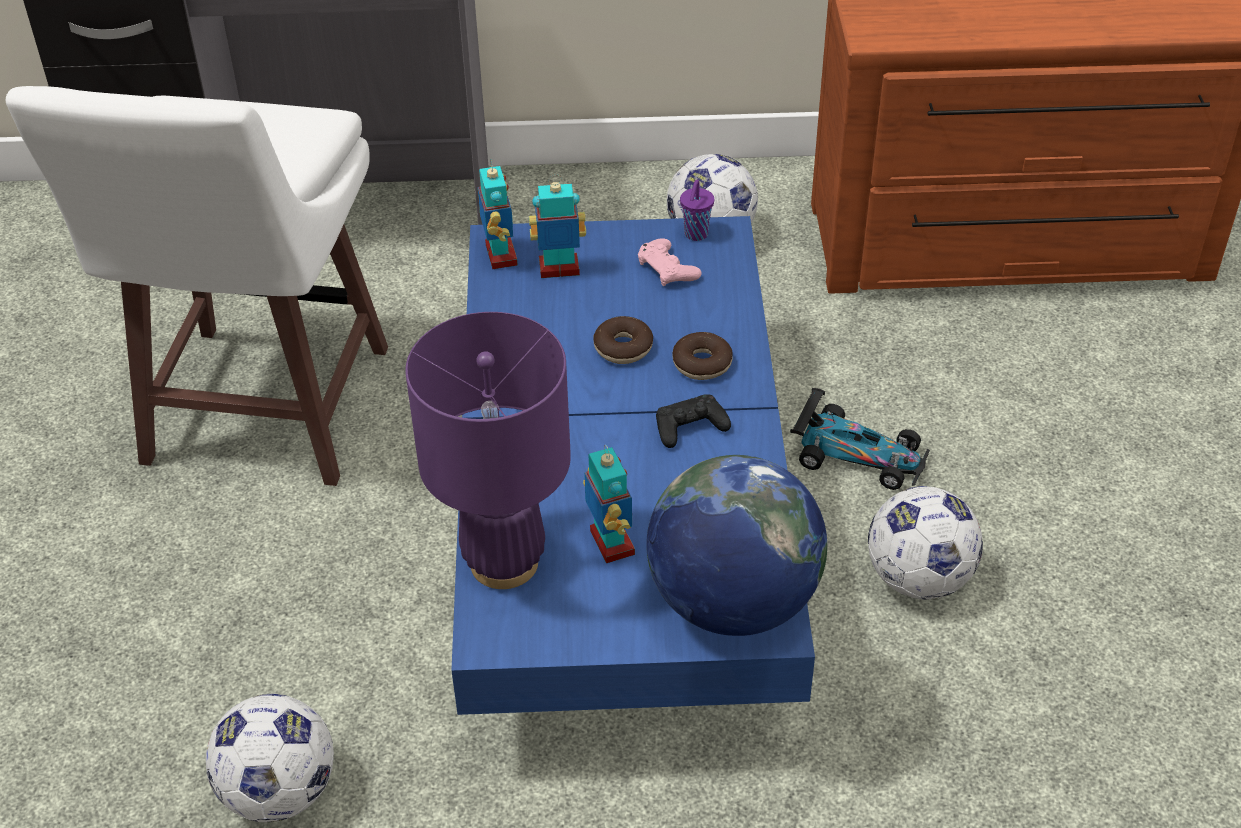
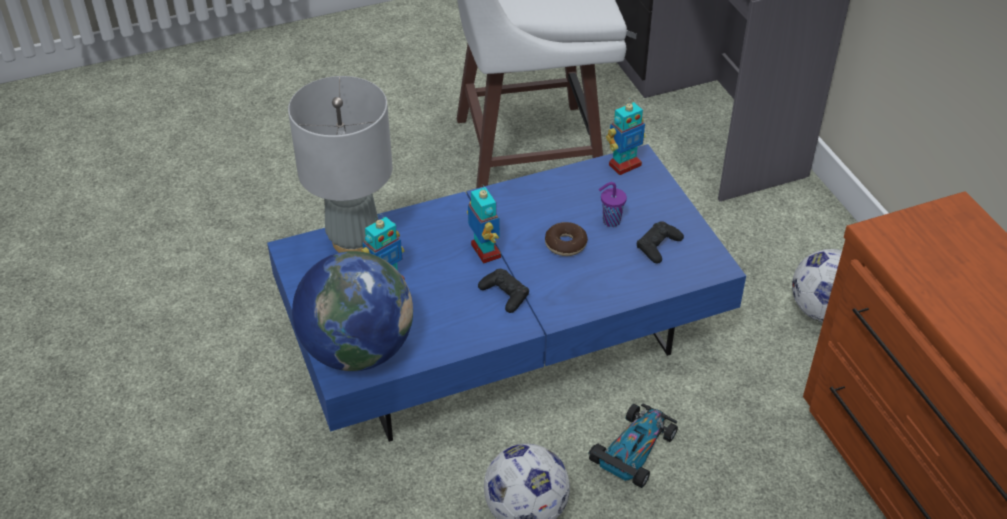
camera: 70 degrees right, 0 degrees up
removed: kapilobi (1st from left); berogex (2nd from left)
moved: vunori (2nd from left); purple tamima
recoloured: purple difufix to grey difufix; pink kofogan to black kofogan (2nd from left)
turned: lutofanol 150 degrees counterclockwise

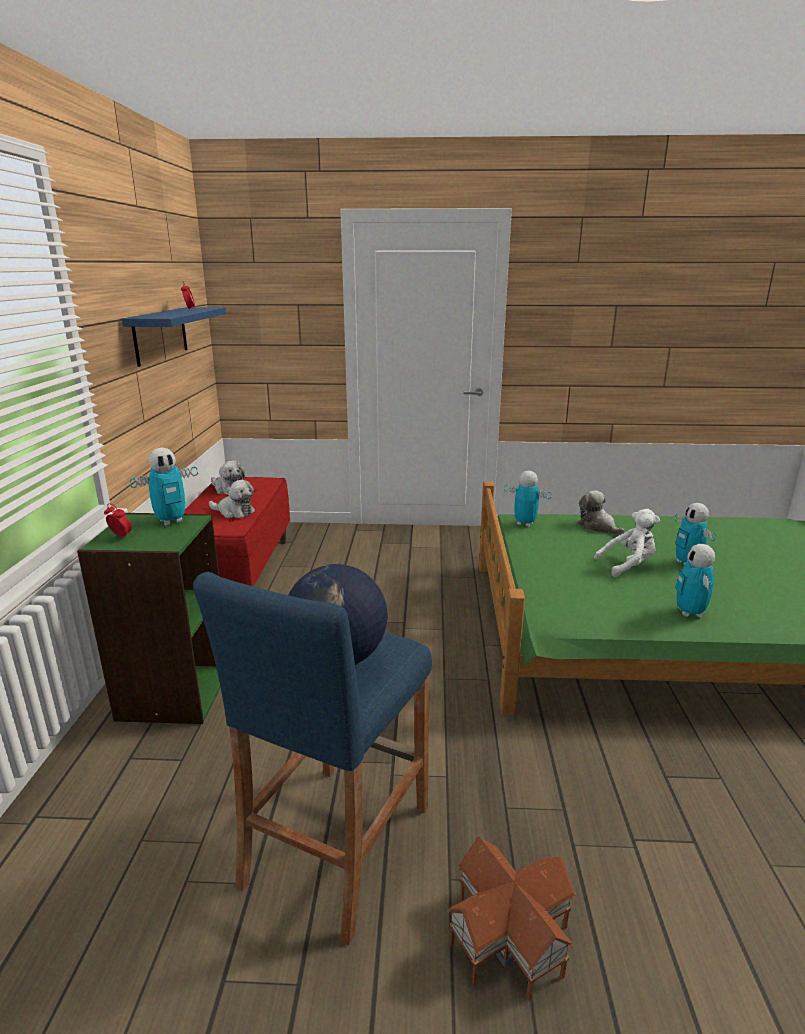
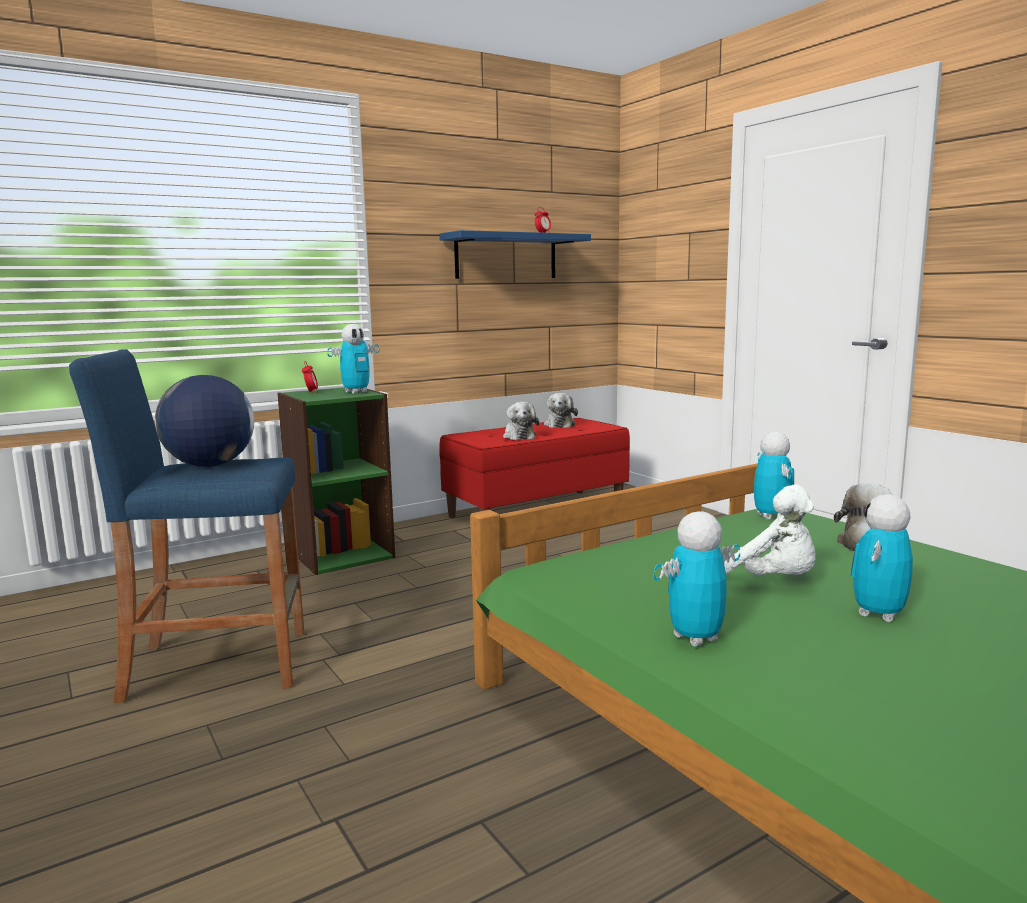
camera: 55 degrees right, 10 degrees down
removed: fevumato
turned: vunori (1st from left) 60 degrees counterclockwise

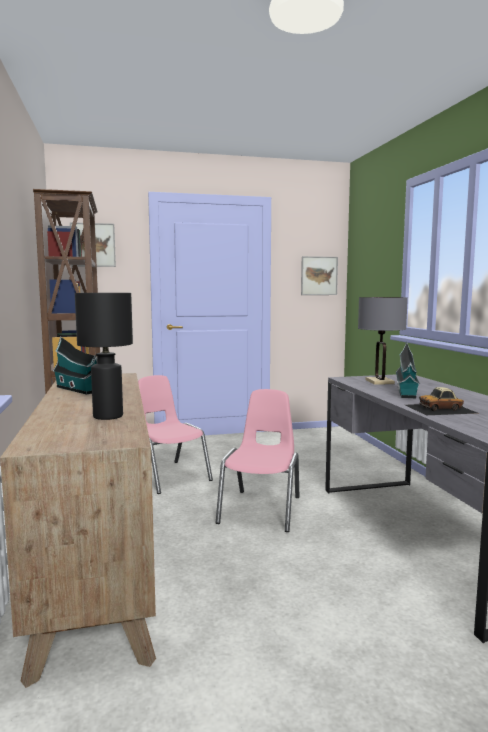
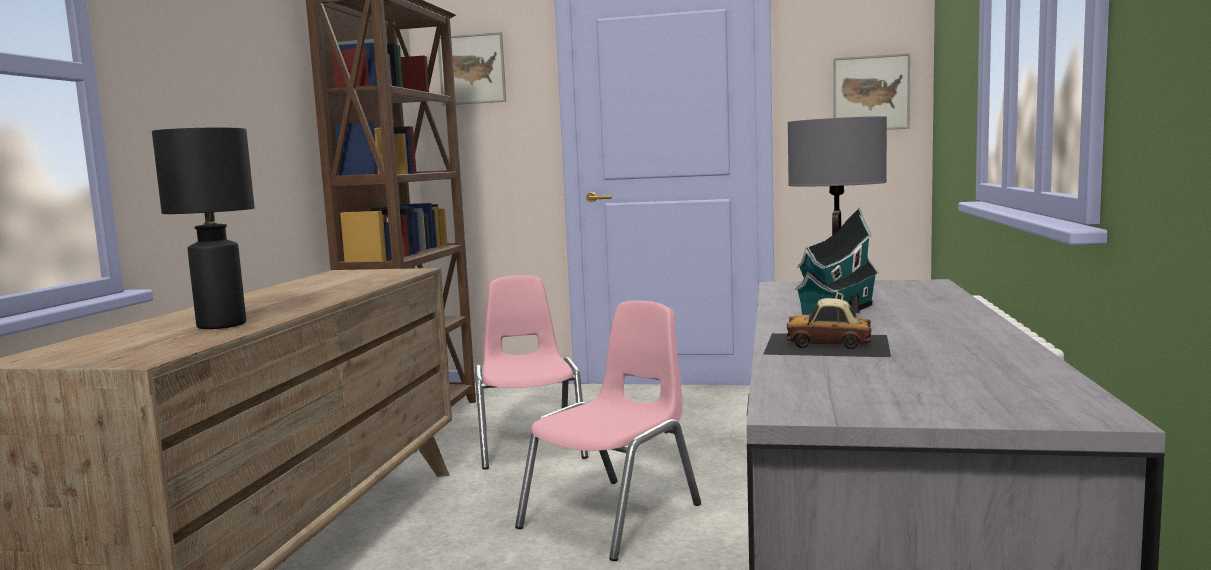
camera: 25 degrees right, 0 degrees up
removed: fevumato (1st from left)

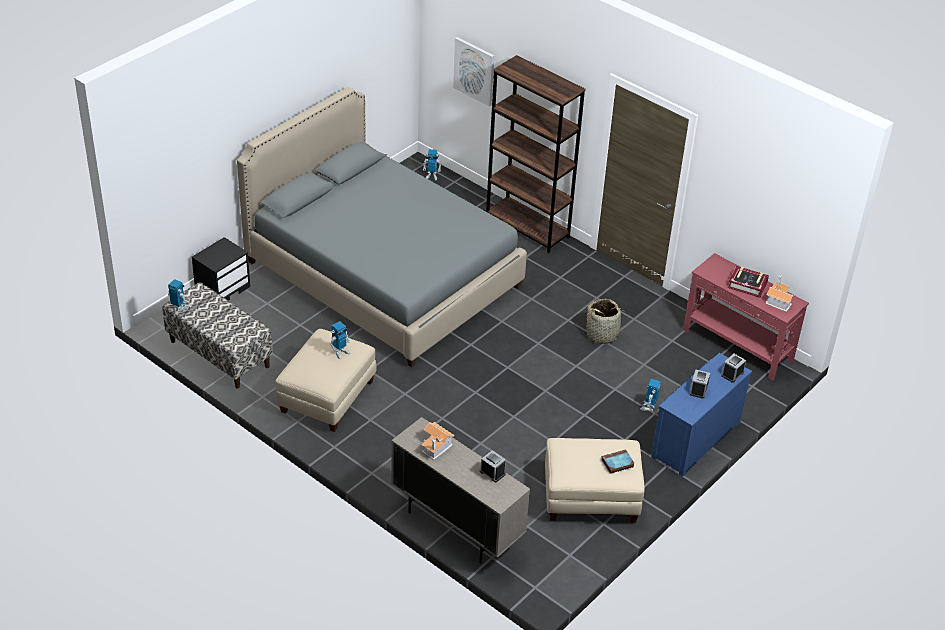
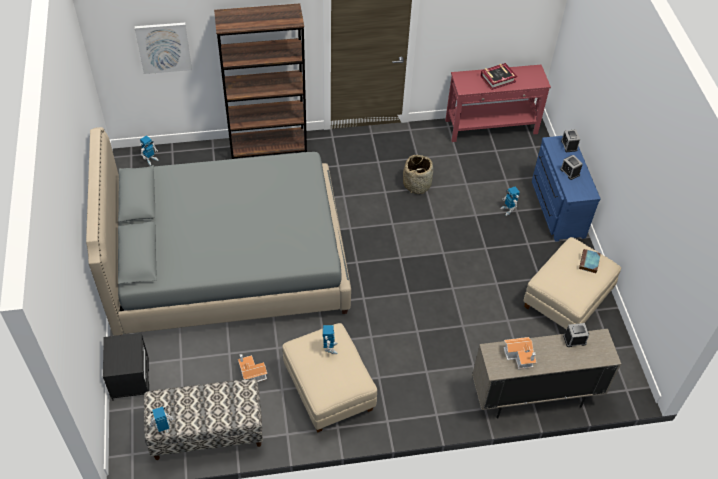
camera: 50 degrees left, 10 degrees up
moved: fevumato (2nd from left in the first image) to fevumato (1st from left)

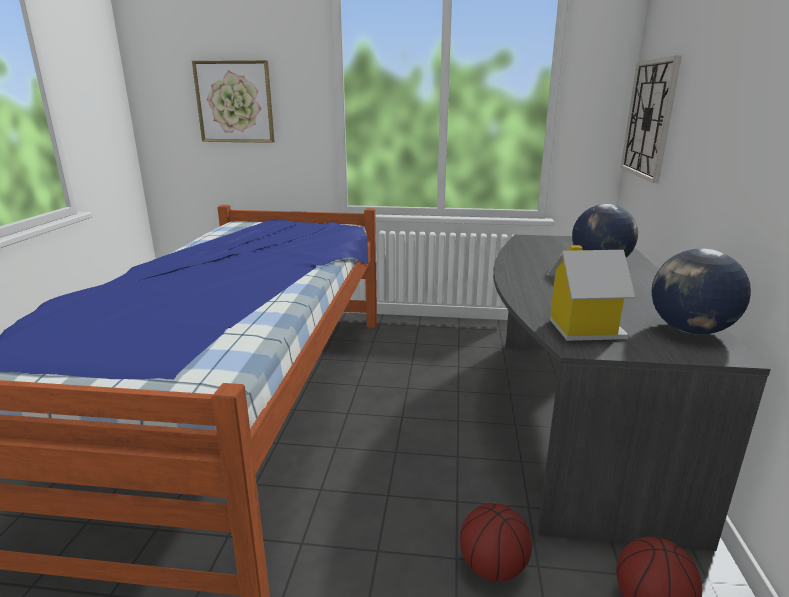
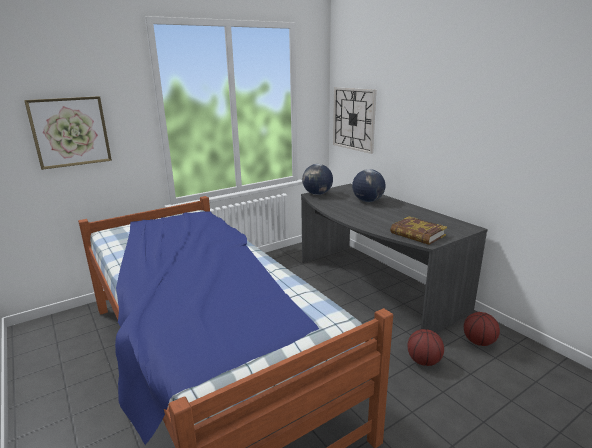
camera: 40 degrees left, 0 degrees up
moved: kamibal (2nd from left in the first image) to kamibal (1st from left)
replaced: fevumato to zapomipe

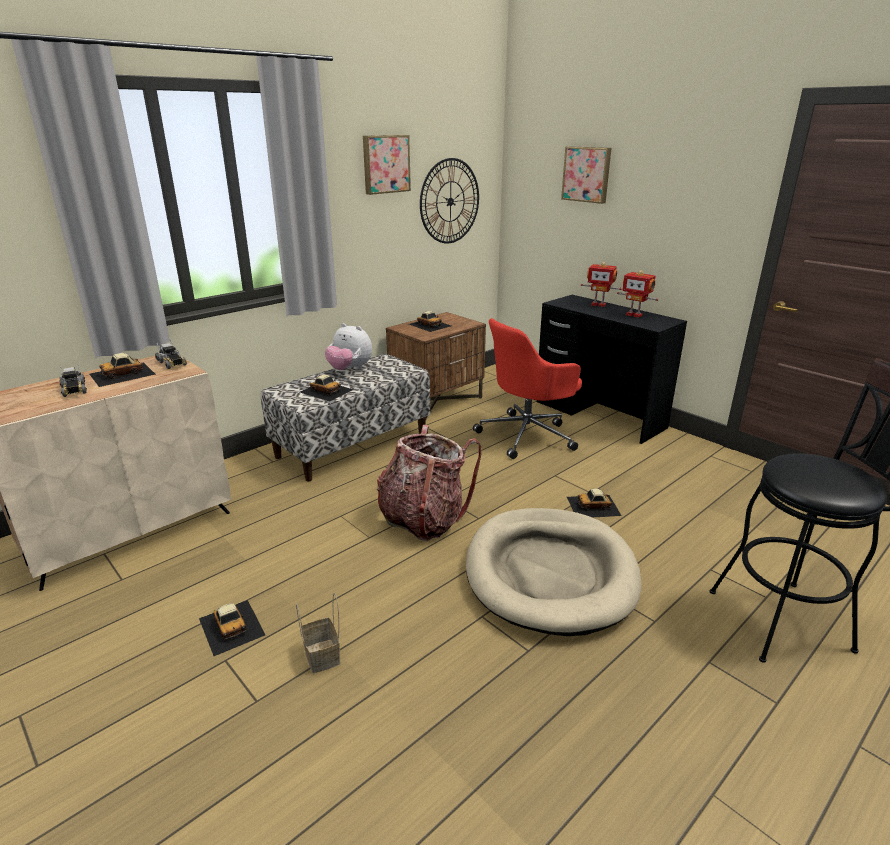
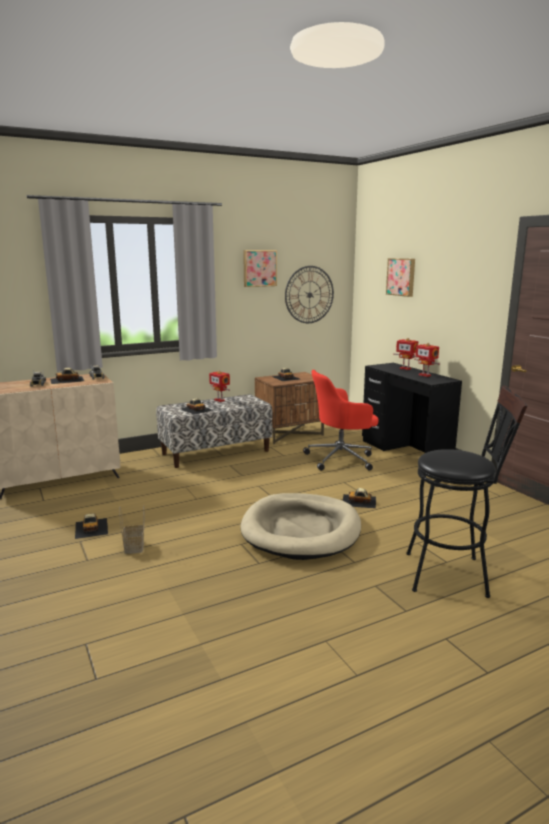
camera: 15 degrees right, 10 degrees down
removed: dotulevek
replaced: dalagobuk to vunori (1st from left)

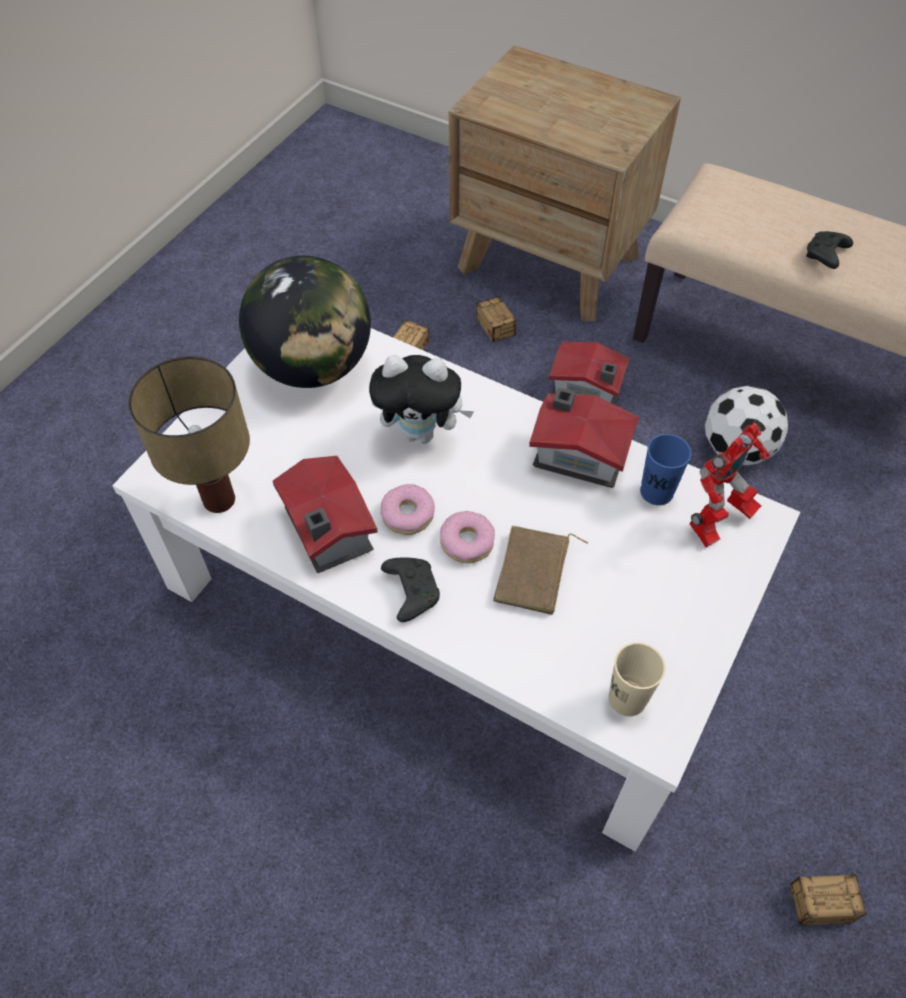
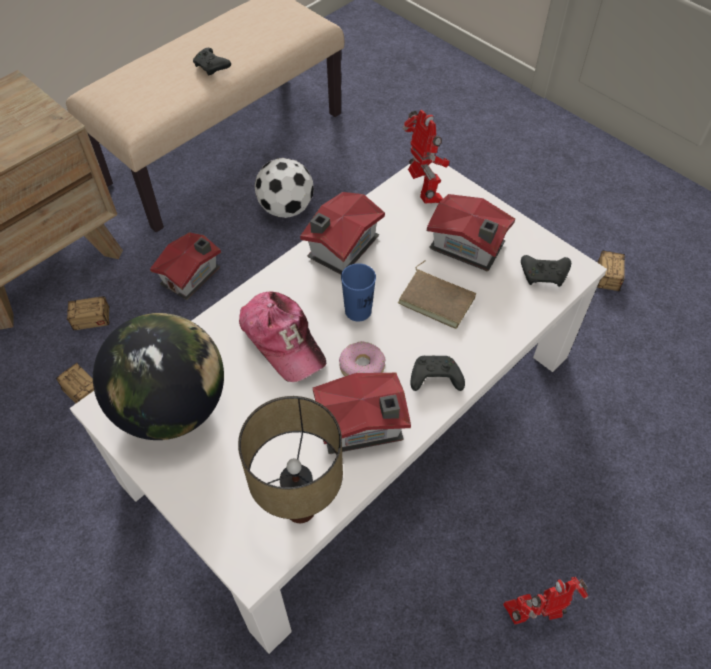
camera: 75 degrees left, 0 degrees up
removed: berogex (2nd from left)
added: fevumato (4th from left); vunori (2nd from left)
moved: blue tamima
replaced: dalagobuk to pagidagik; beige tamima to black kofogan (3rd from left)

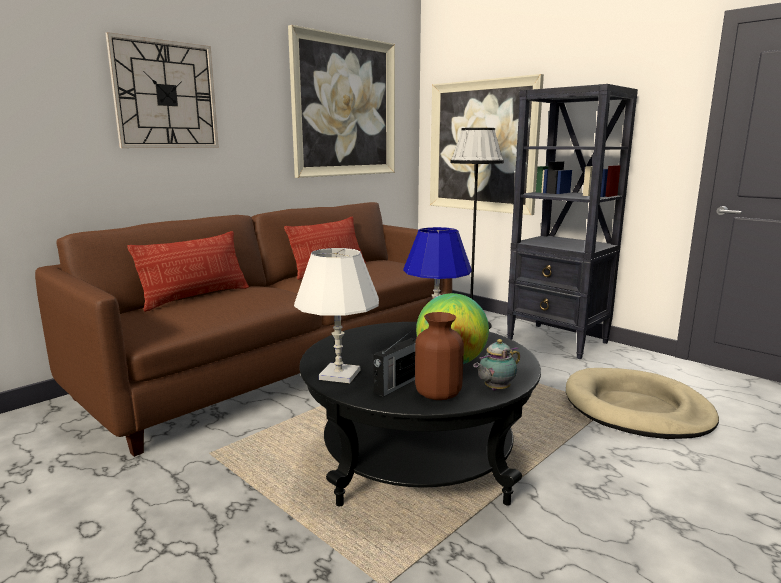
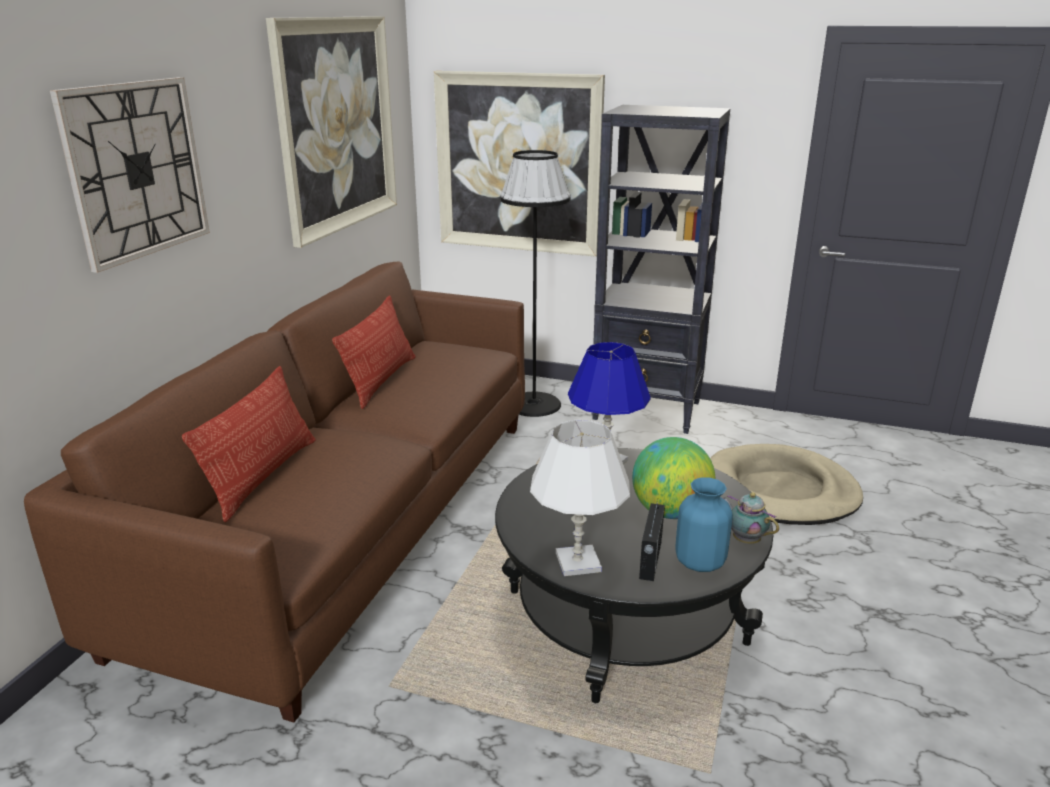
camera: 25 degrees left, 10 degrees up
recoloured: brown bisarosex to blue bisarosex
turned: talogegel 105 degrees clockwise

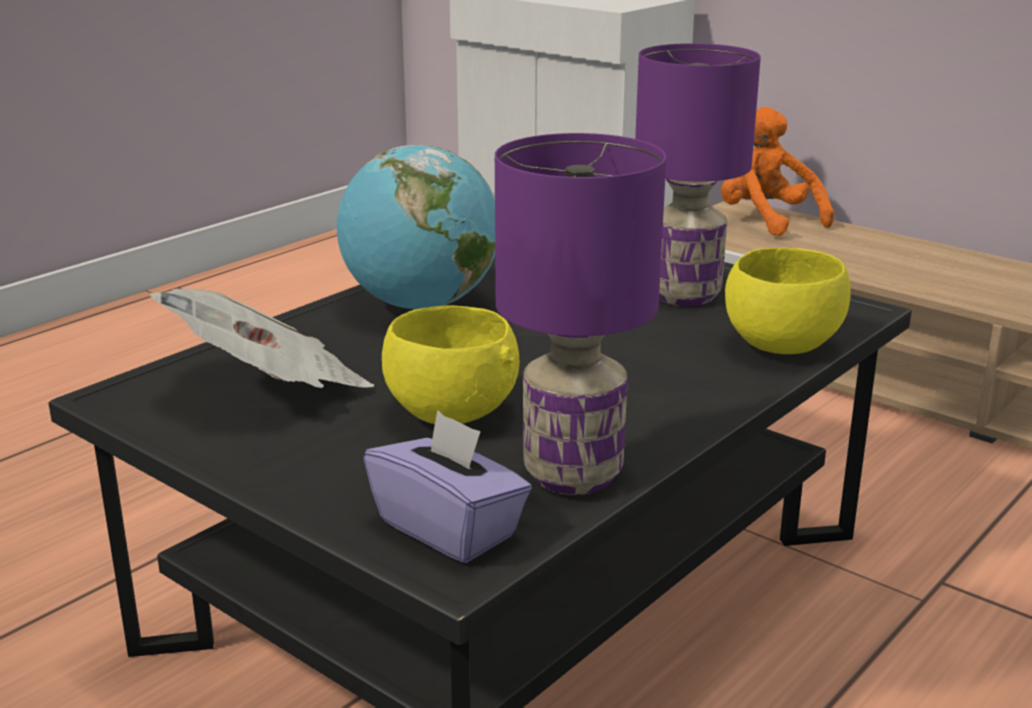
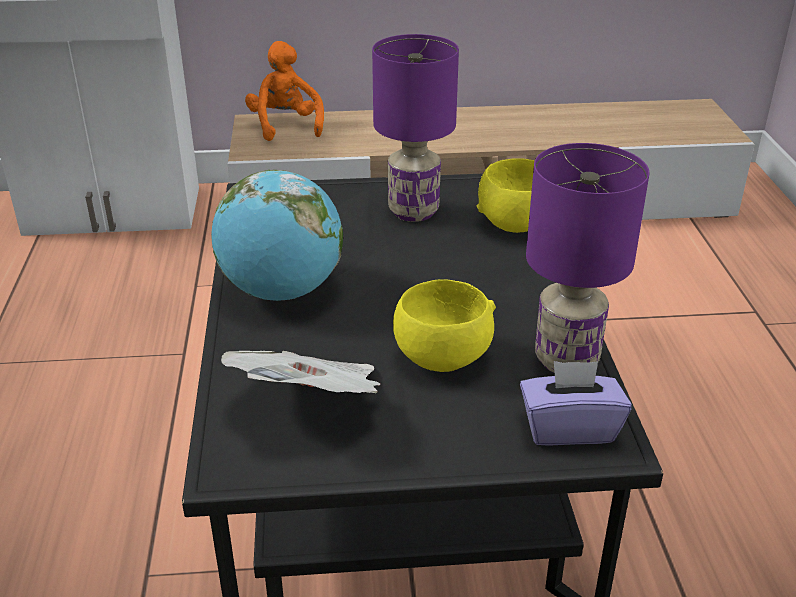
camera: 45 degrees left, 10 degrees up
turned: orange dalagobuk 60 degrees clockwise

